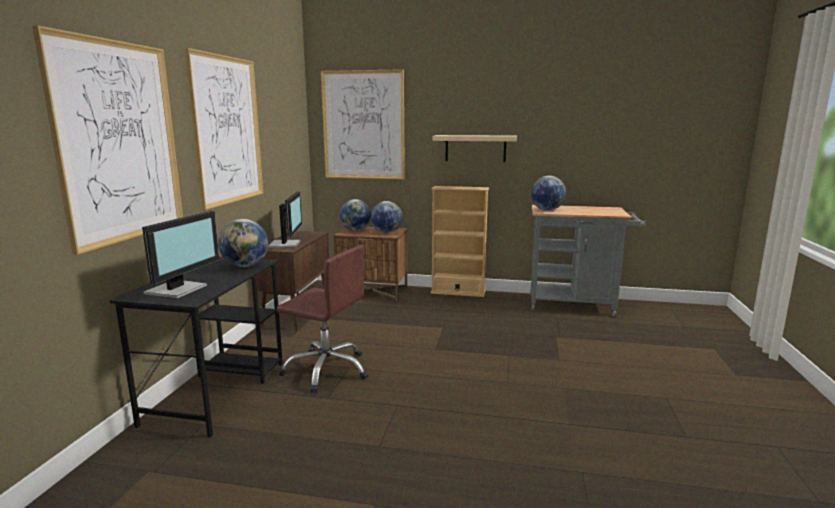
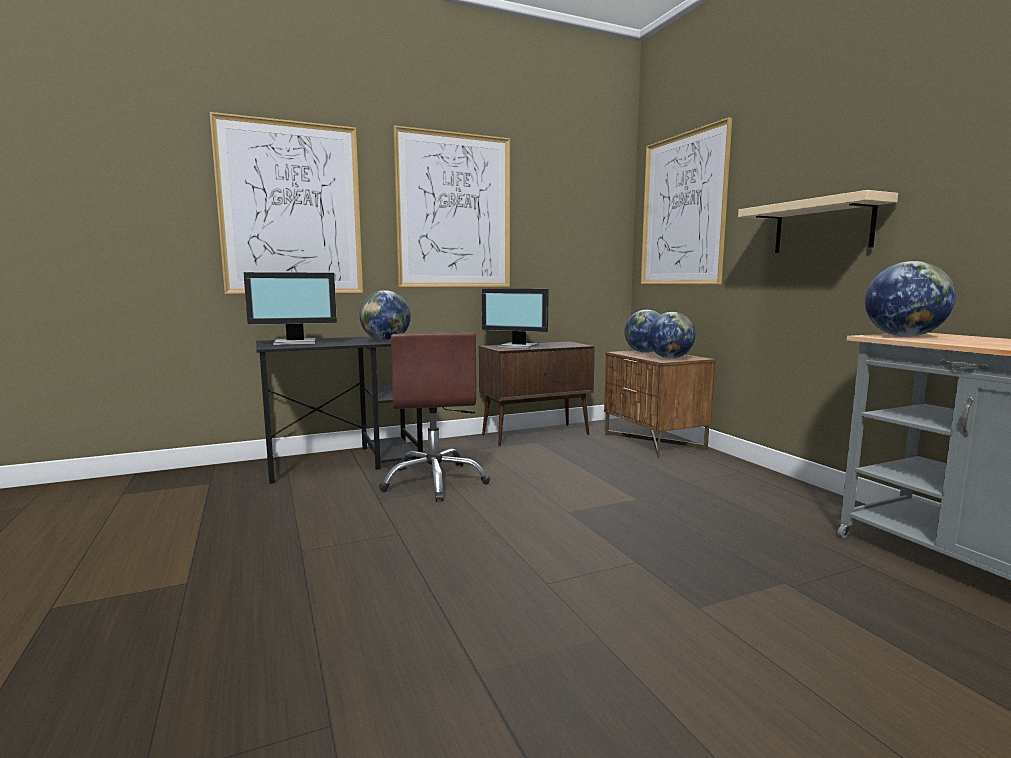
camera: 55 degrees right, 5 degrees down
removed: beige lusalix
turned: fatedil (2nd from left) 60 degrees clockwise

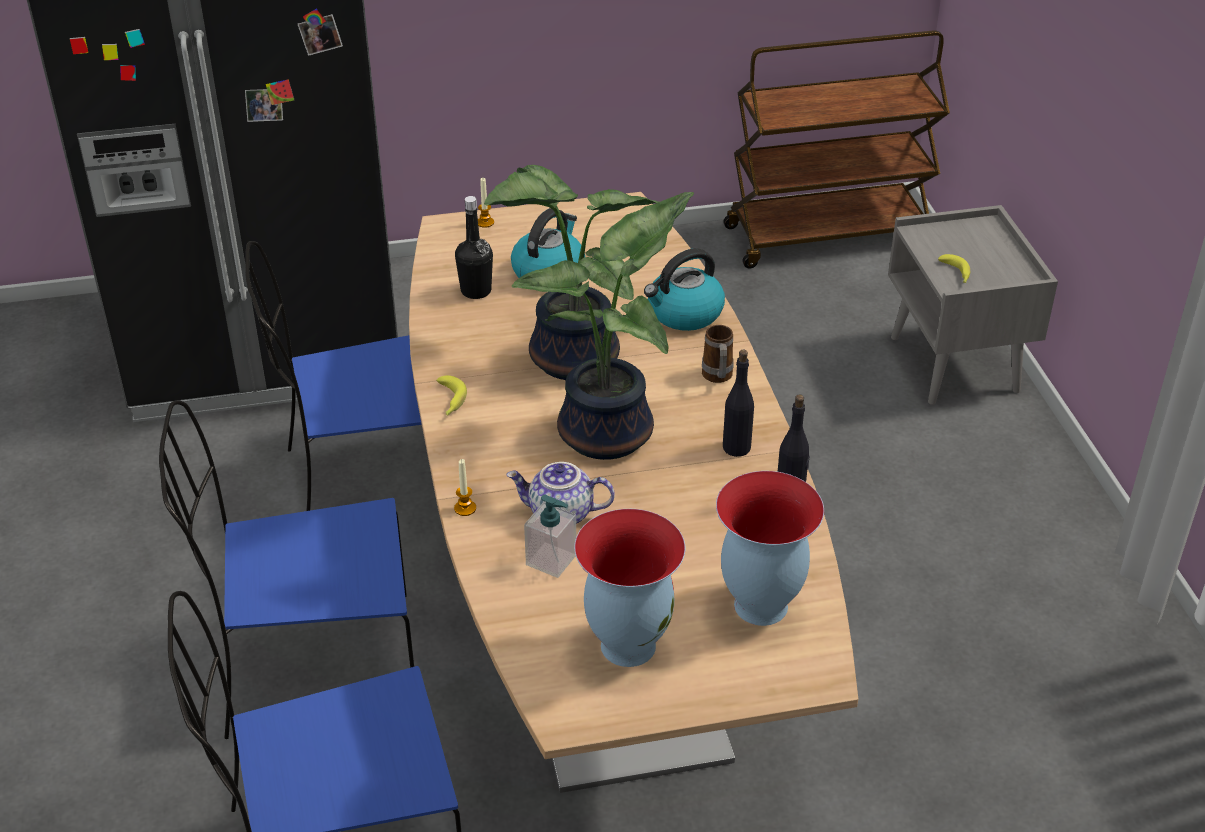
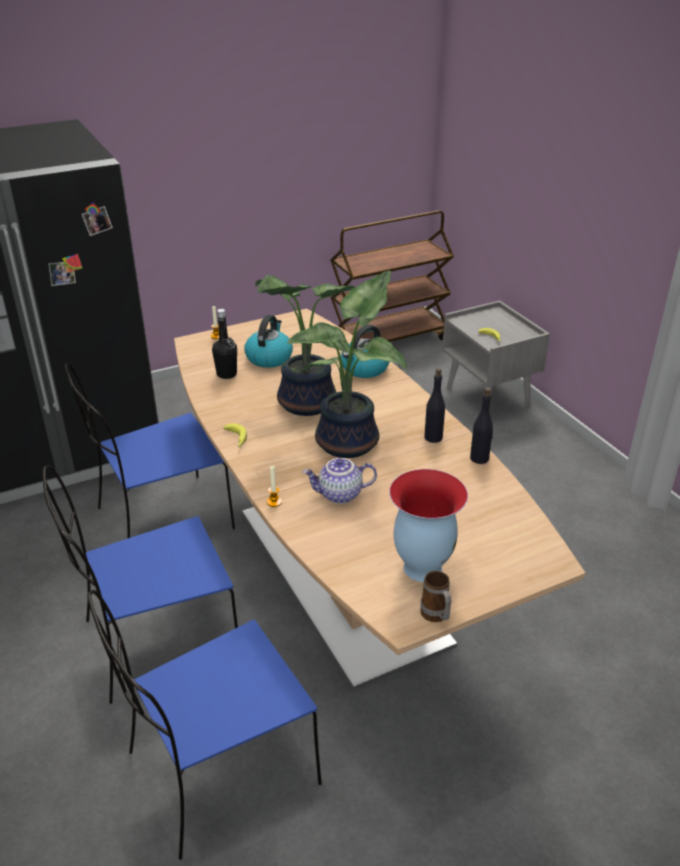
camera: 15 degrees left, 5 degrees down
removed: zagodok; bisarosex (2nd from left)
moved: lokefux

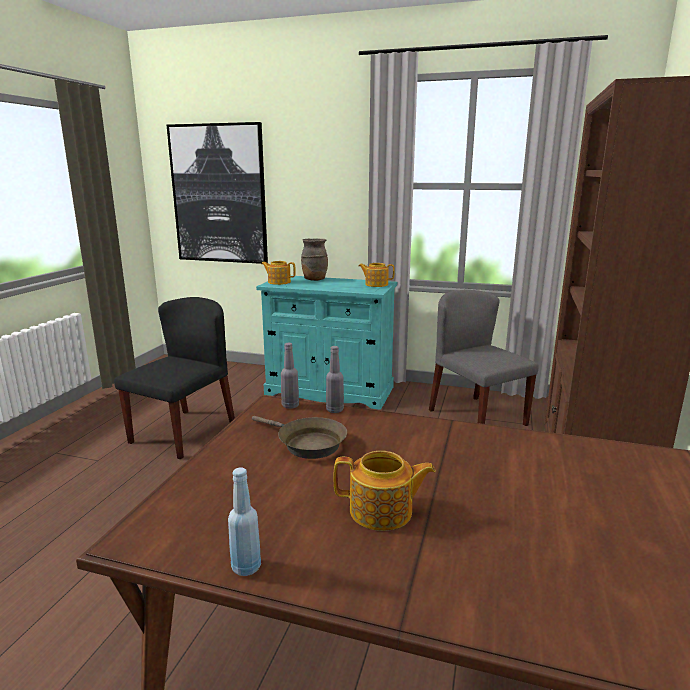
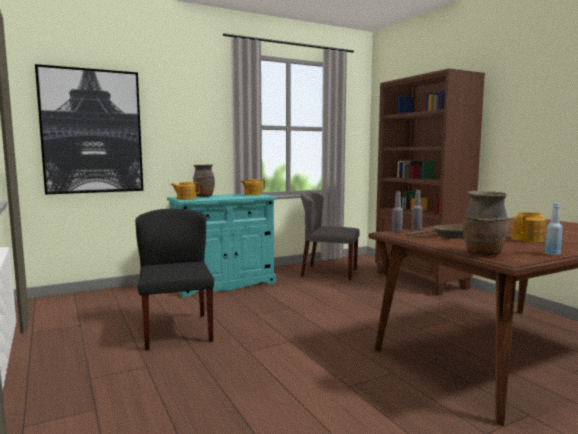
camera: 45 degrees left, 10 degrees down
added: brown bisarosex (2nd from left)

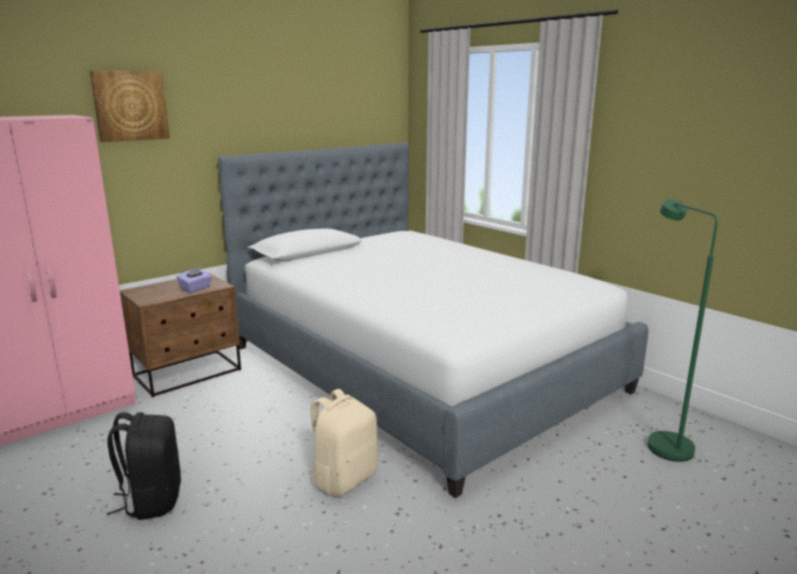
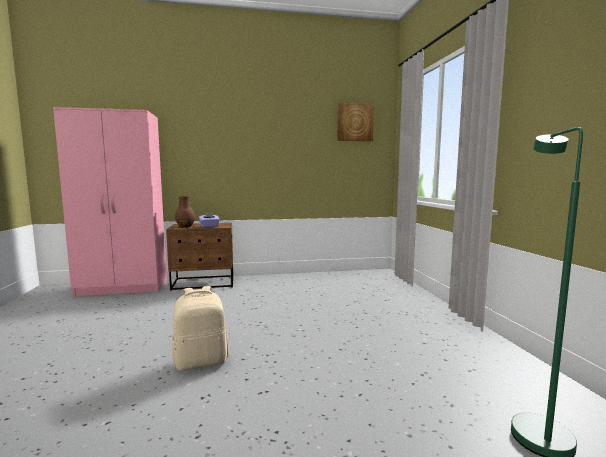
camera: 30 degrees right, 10 degrees down
removed: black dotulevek; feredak
added: brown bisarosex
moved: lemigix

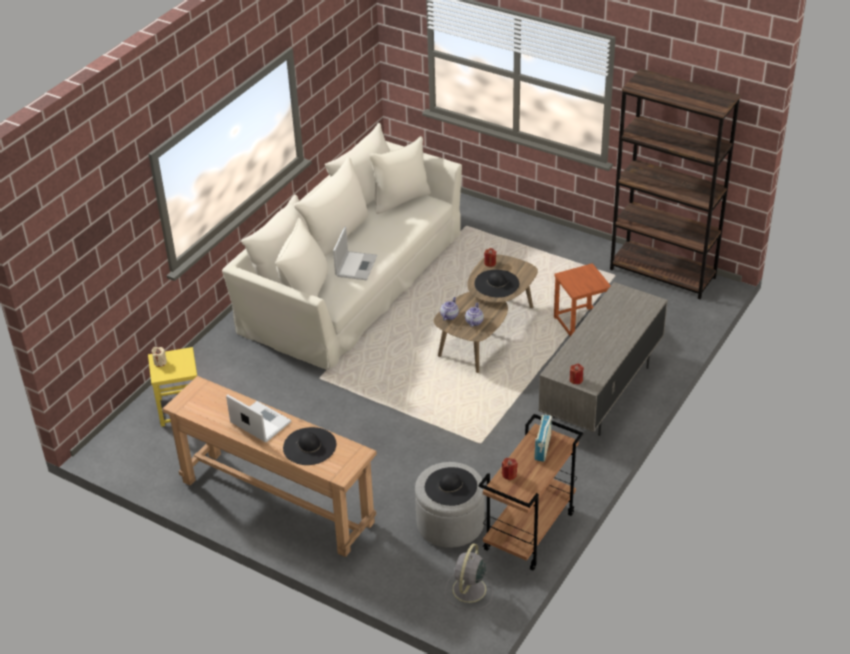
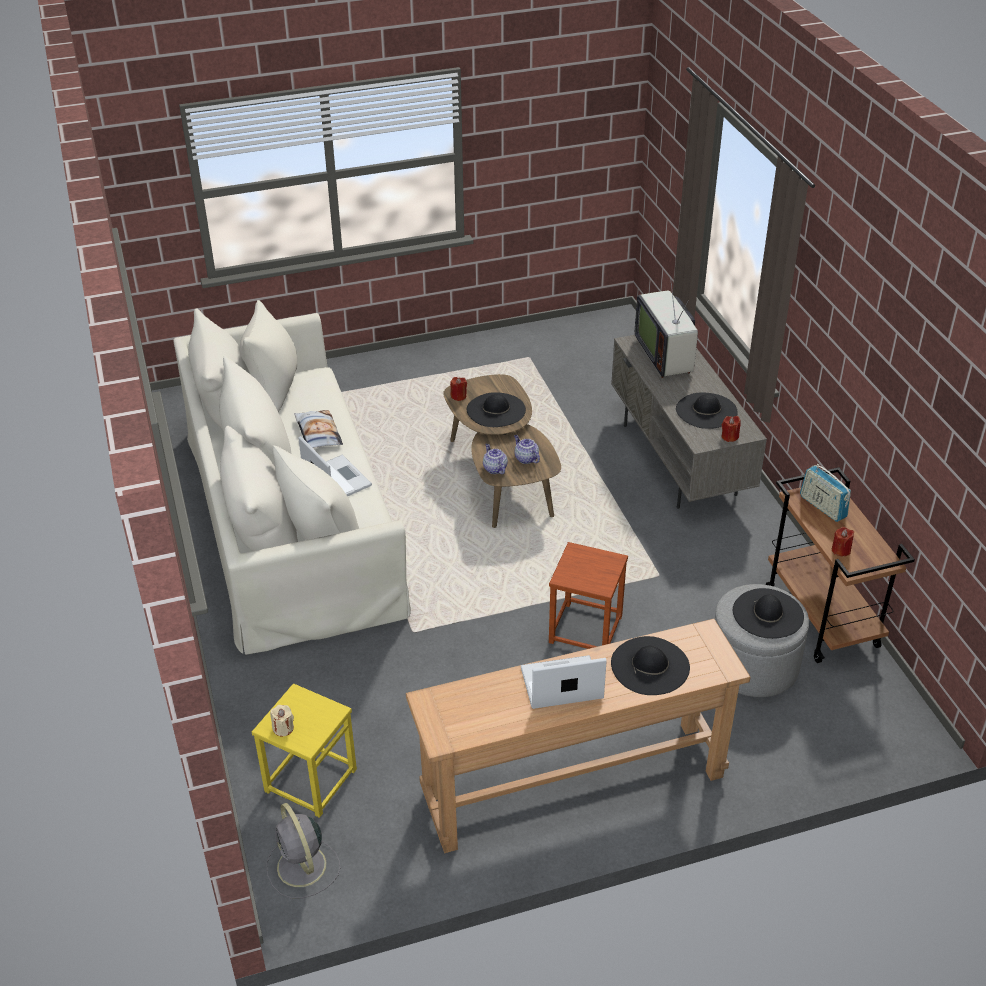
camera: 50 degrees left, 0 degrees up
removed: brown lusalix
added: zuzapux; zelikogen; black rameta (3rd from left)
moved: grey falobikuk; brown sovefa

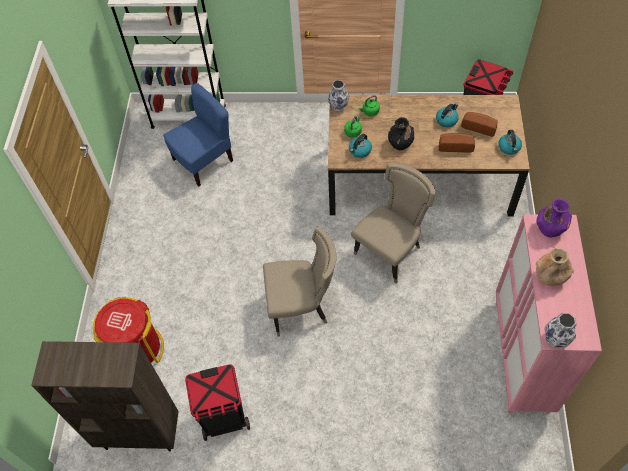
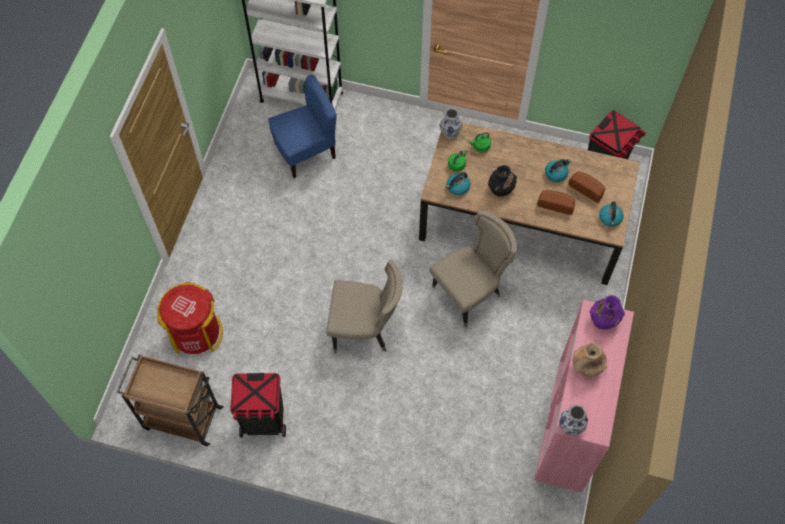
camera: 10 degrees right, 5 degrees up
replaced: brown lusalix to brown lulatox

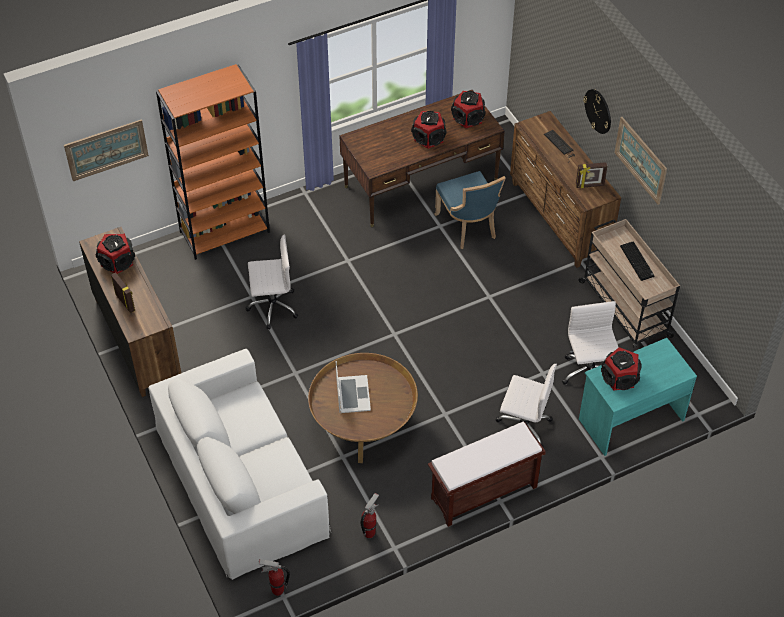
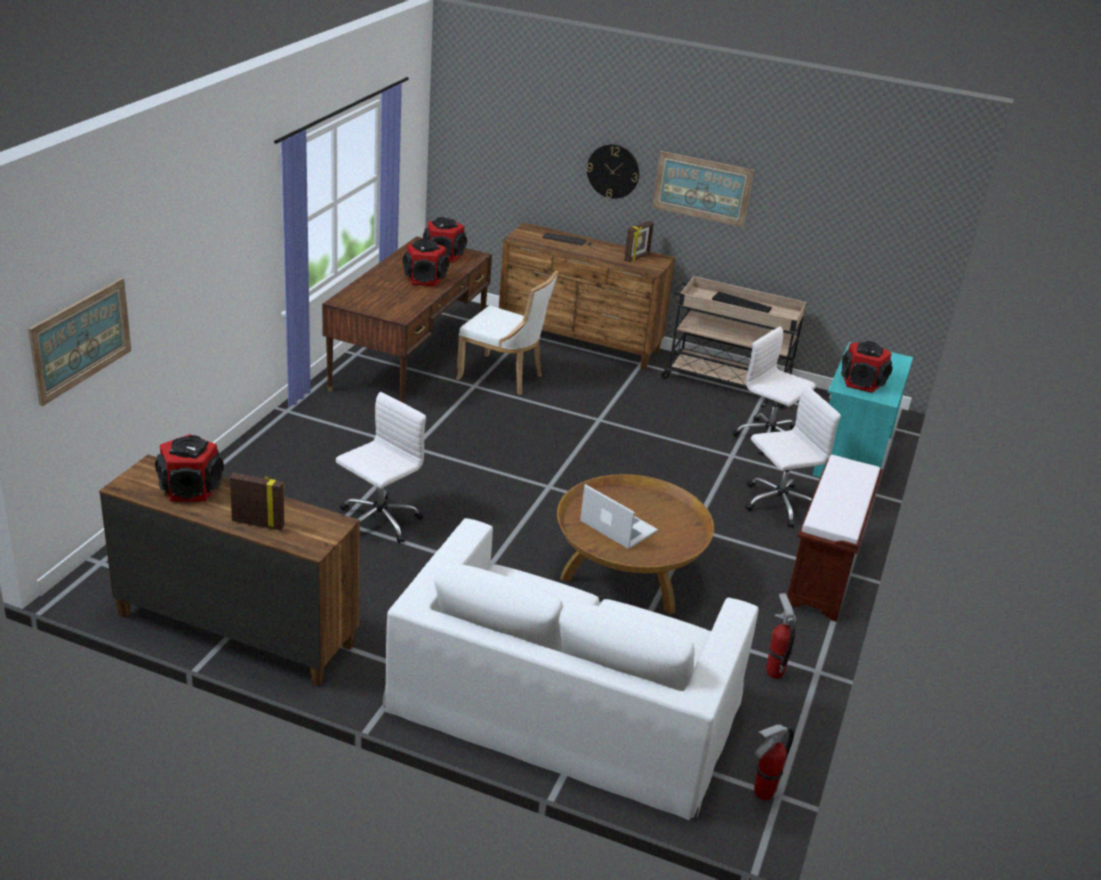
camera: 45 degrees left, 20 degrees down
removed: orange lusalix
recoloured: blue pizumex to white pizumex

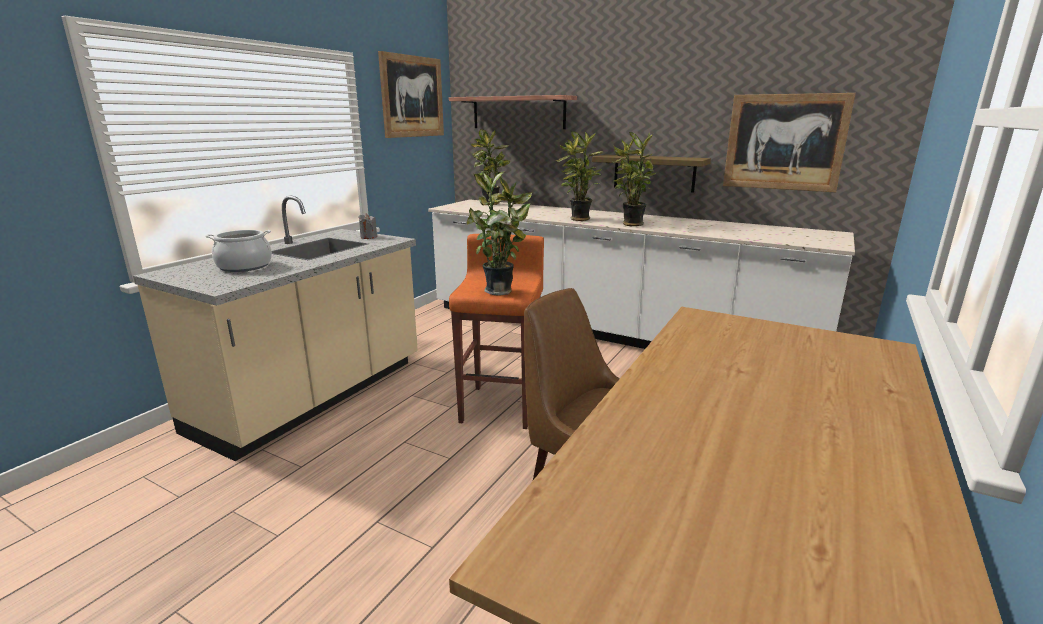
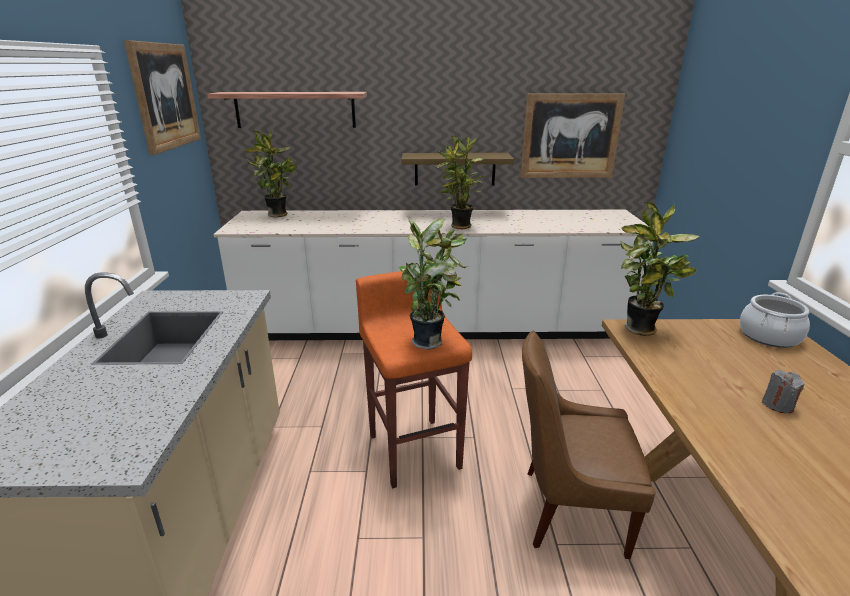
camera: 30 degrees left, 5 degrees up
moved: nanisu; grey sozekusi; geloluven (3rd from left in the first image) to geloluven (4th from left)

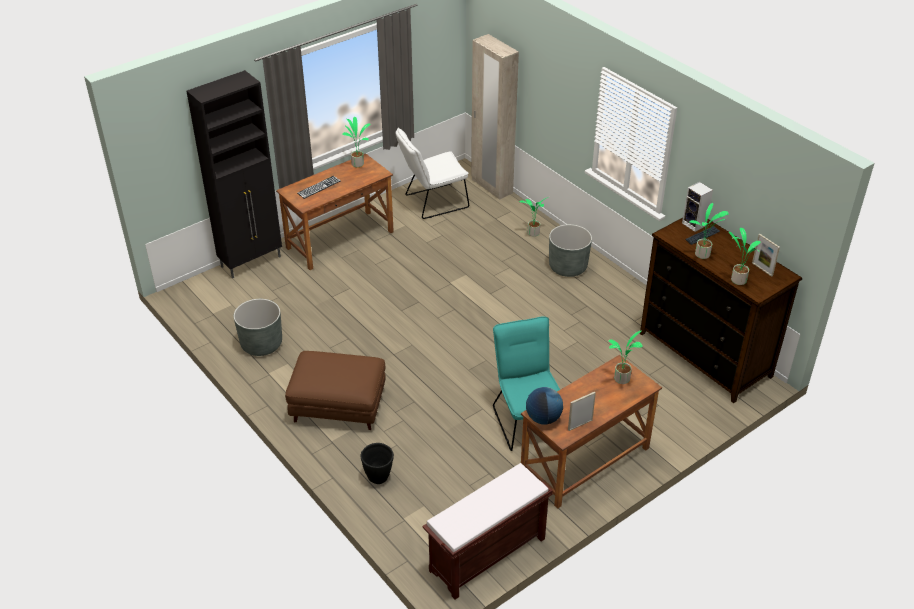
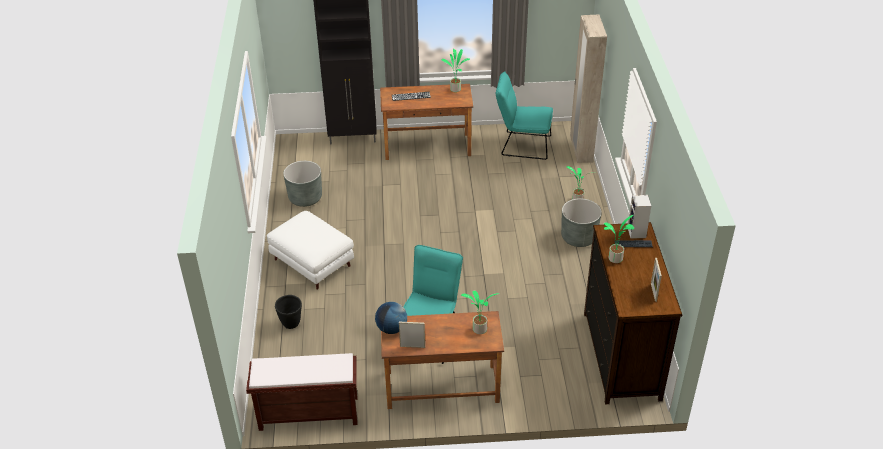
camera: 35 degrees right, 0 degrees up
removed: geloluven (5th from left)
recoloured: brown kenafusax to white kenafusax; white pizumex to turquoise pizumex (2nd from left)

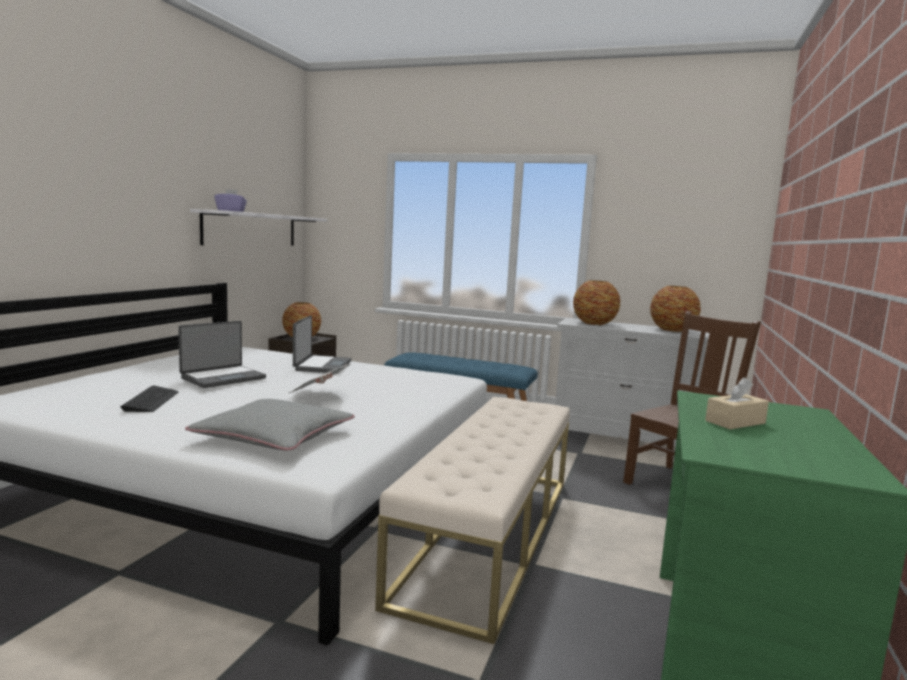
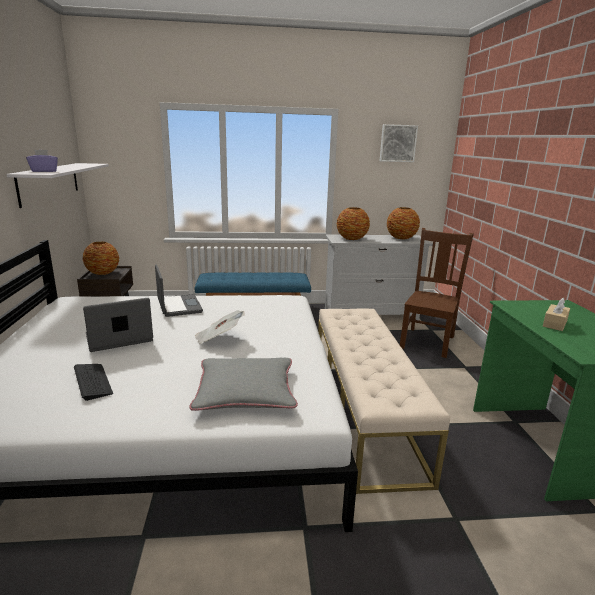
camera: 25 degrees left, 10 degrees up
added: lemigix
turned: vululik (1st from left) 135 degrees counterclockwise

